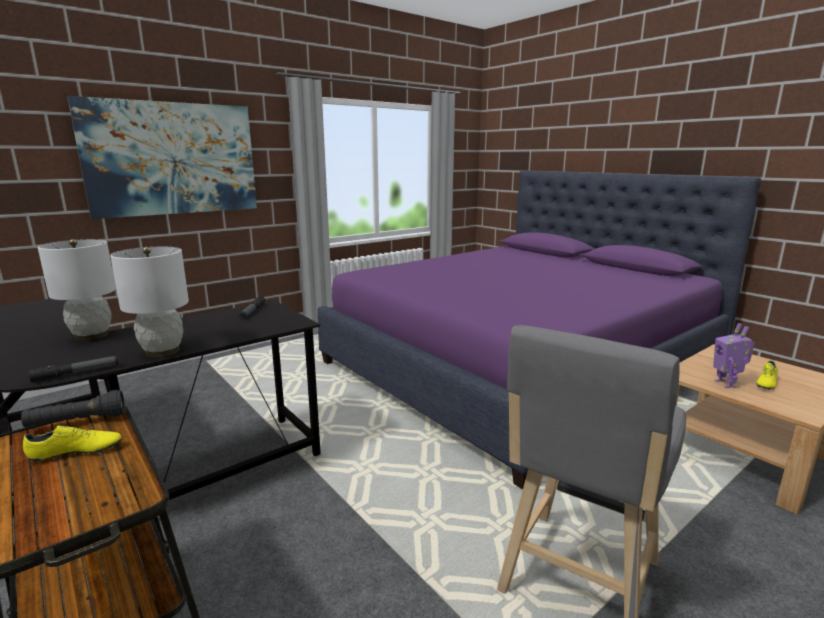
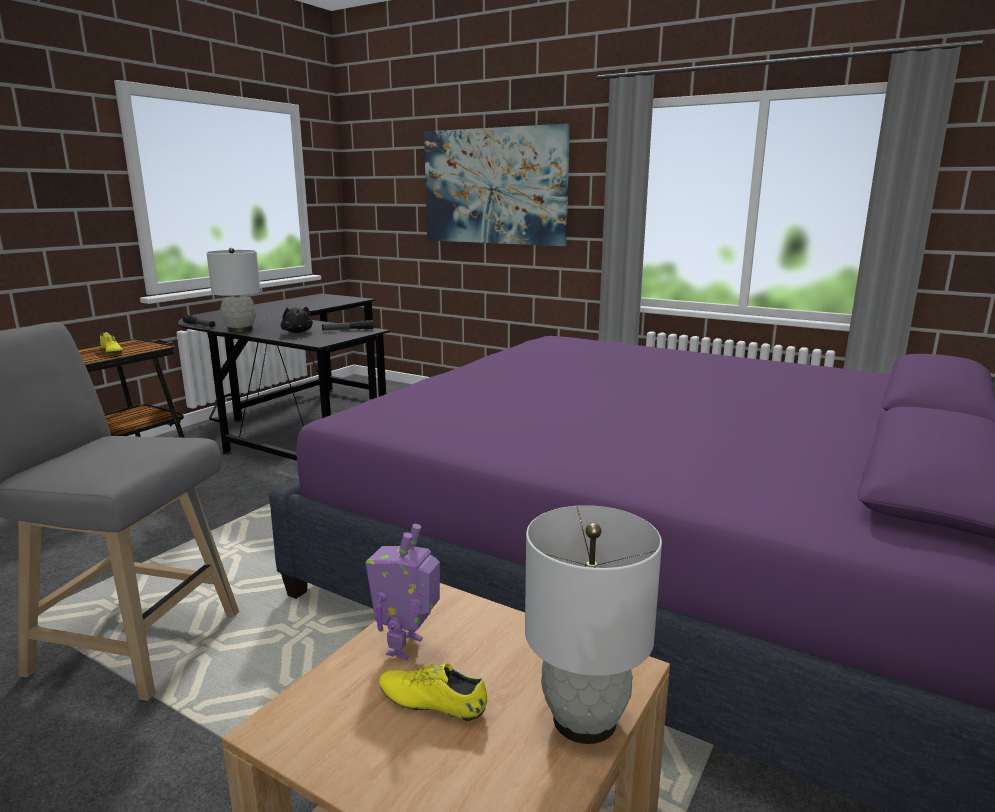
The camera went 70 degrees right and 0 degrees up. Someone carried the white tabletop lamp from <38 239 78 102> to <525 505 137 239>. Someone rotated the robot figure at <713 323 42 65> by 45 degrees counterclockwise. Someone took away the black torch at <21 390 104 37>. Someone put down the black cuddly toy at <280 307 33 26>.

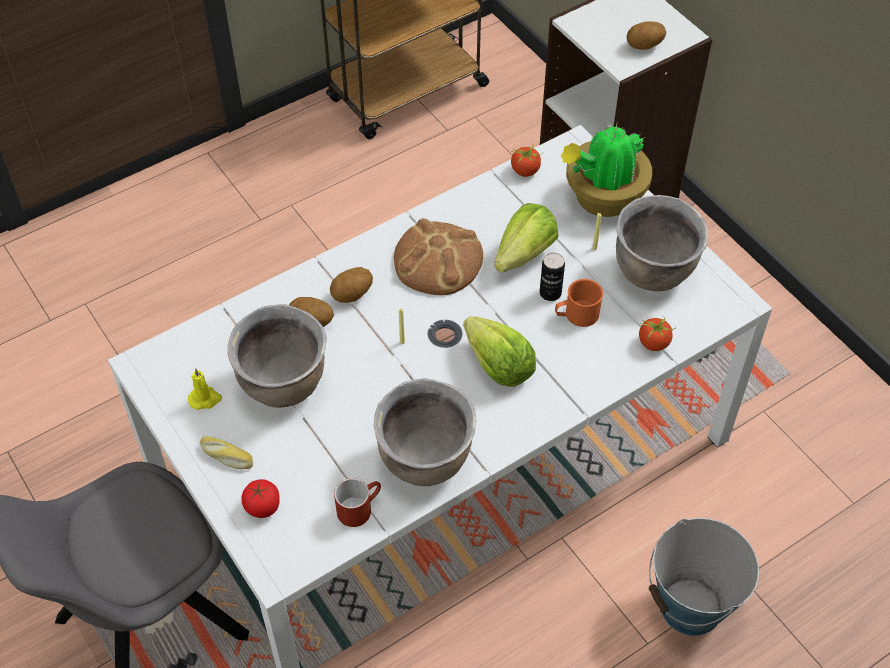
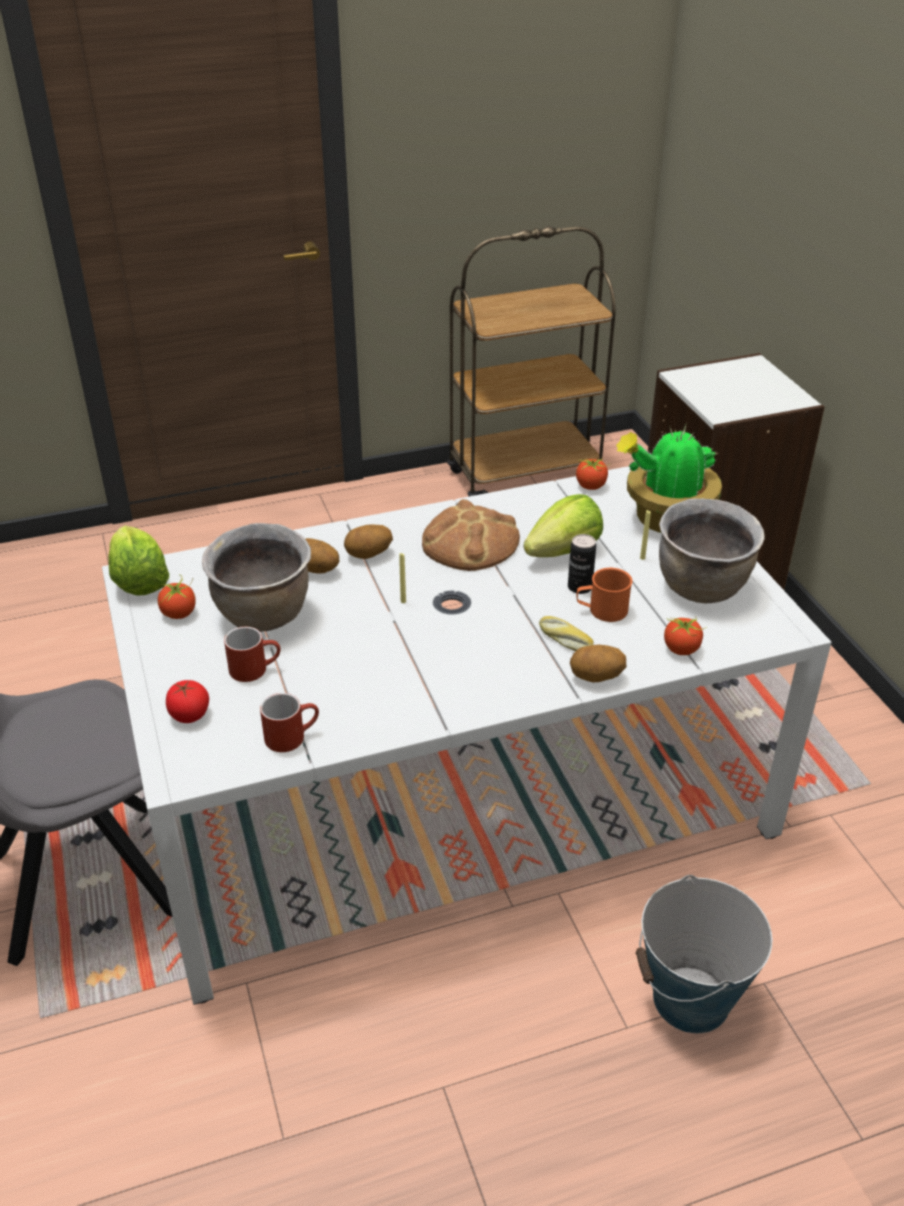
The camera went 15 degrees right and 15 degrees down. Someone carried the potato from <627 21 39 29> to <570 645 56 37>. Someone carried the lettuce from <463 316 73 71> to <108 525 61 71>. Someone swapped the yellow candle at <188 368 34 42> for the fresh tomato at <158 575 38 44>. Someone took away the brown cooking pot at <374 378 102 108>. Someone carried the bakery bread from <200 436 53 33> to <539 616 55 35>. Someone put down the red coffee mug at <224 627 57 55>.

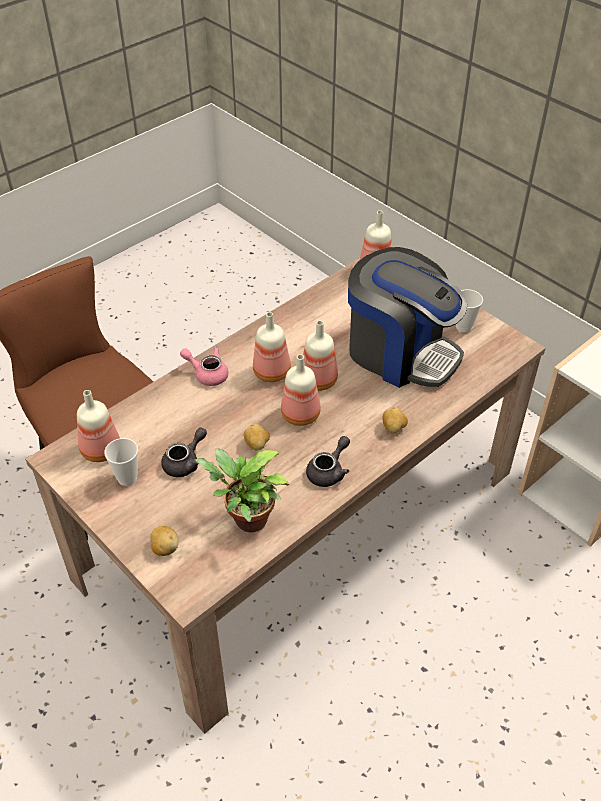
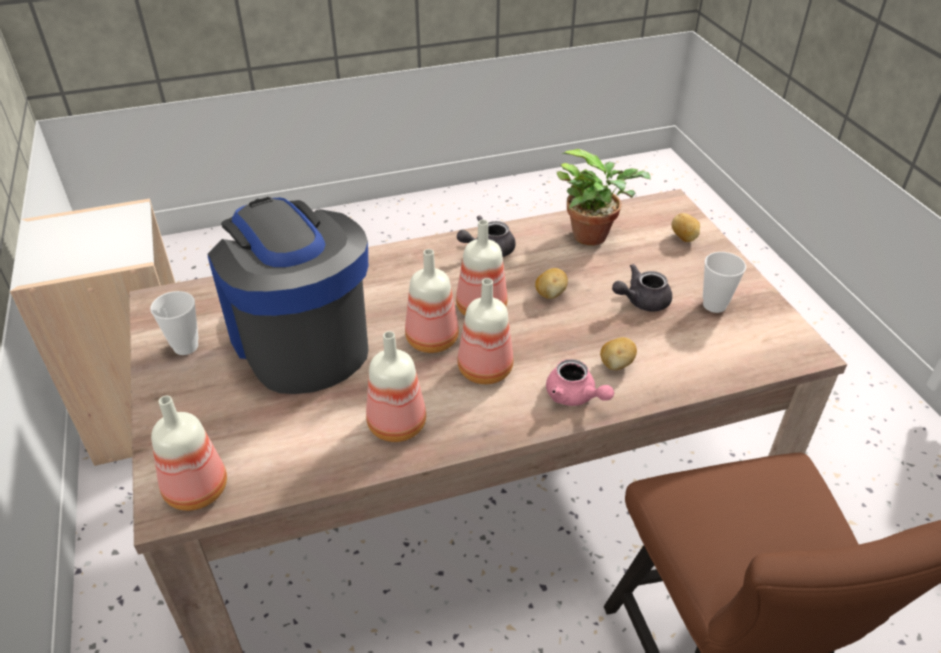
The camera went 155 degrees left and 5 degrees down. Someone carried the bottle from <77 390 43 72> to <366 331 60 111>. Someone carried the potato from <382 407 26 26> to <600 337 37 33>.

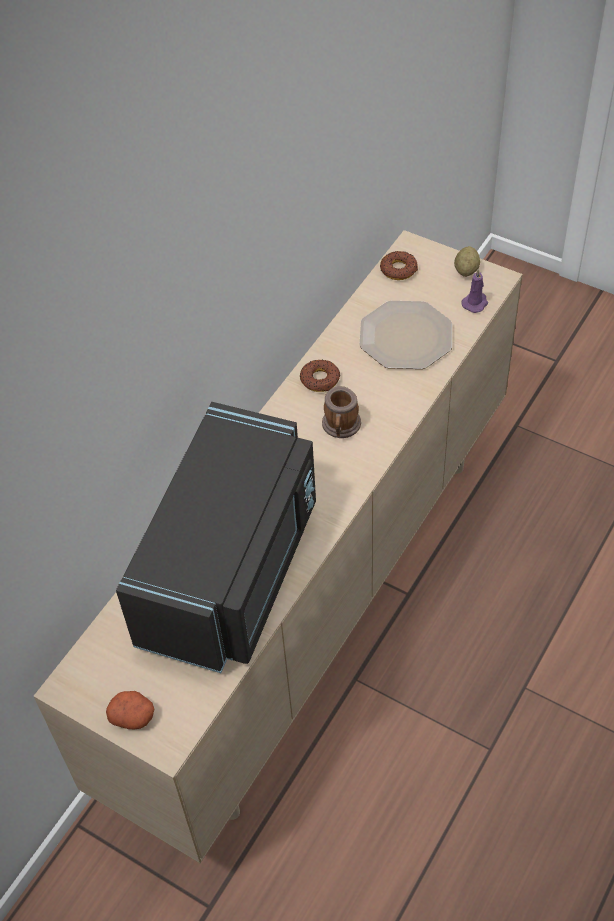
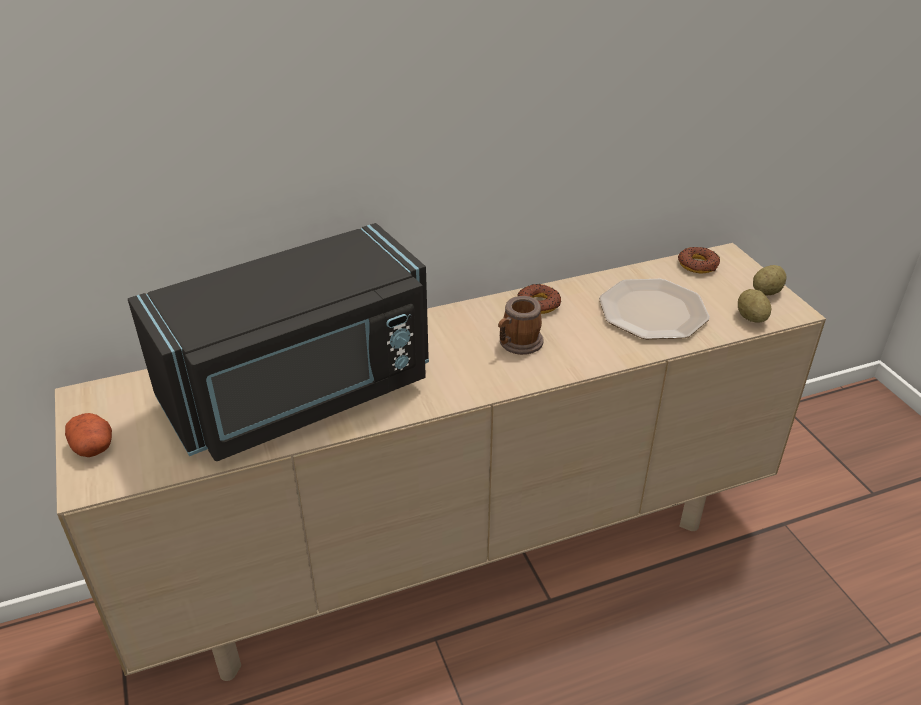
The camera went 35 degrees right and 15 degrees down. Someone swapped the purple candle at <461 269 27 44> for the potato at <738 289 33 33>.

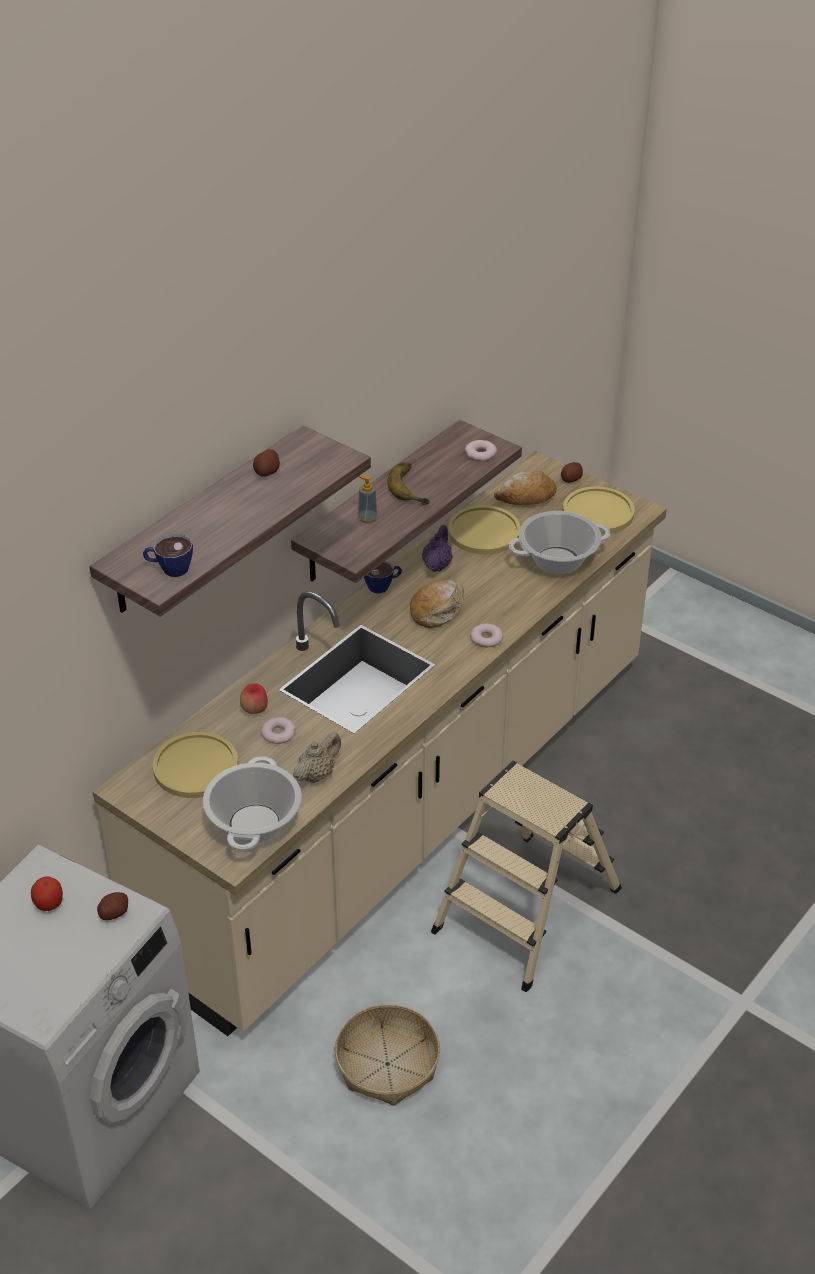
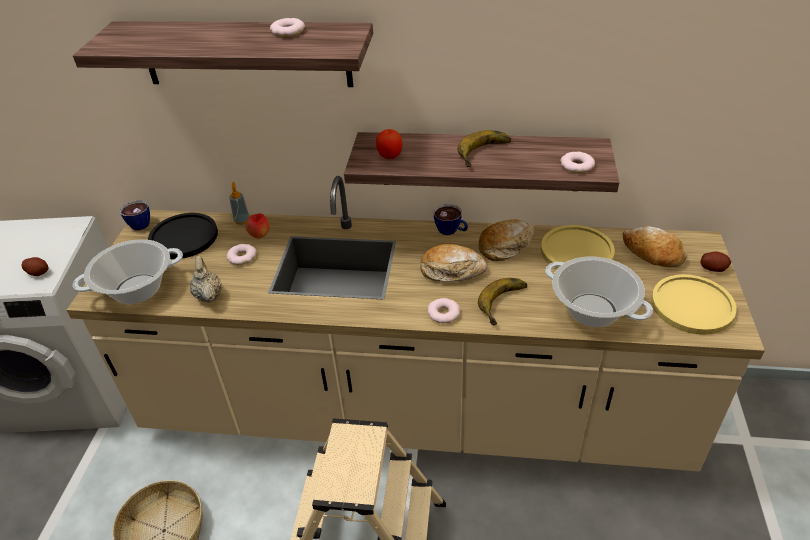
The camera went 60 degrees right and 0 degrees up. Someone swapped the potato at <253 449 27 28> for the ring doughnut at <270 18 35 19>. Someone carried the soap dispenser from <358 475 20 48> to <229 182 21 43>. Someone swapped the purple tea pot at <422 525 31 47> for the bakery bread at <479 219 55 42>. Someone carried the cup from <143 533 50 44> to <120 200 30 30>. Someone repainted the yellow dinner plate at <153 732 85 66>, which became the black dinner plate at <148 213 70 46>. Someone rotated the sand-coloured tea pot at <293 732 48 51> by 120 degrees counterclockwise. Someone carried the apple from <31 877 32 34> to <376 129 26 30>. Someone put down the banana fruit at <478 278 49 47>.

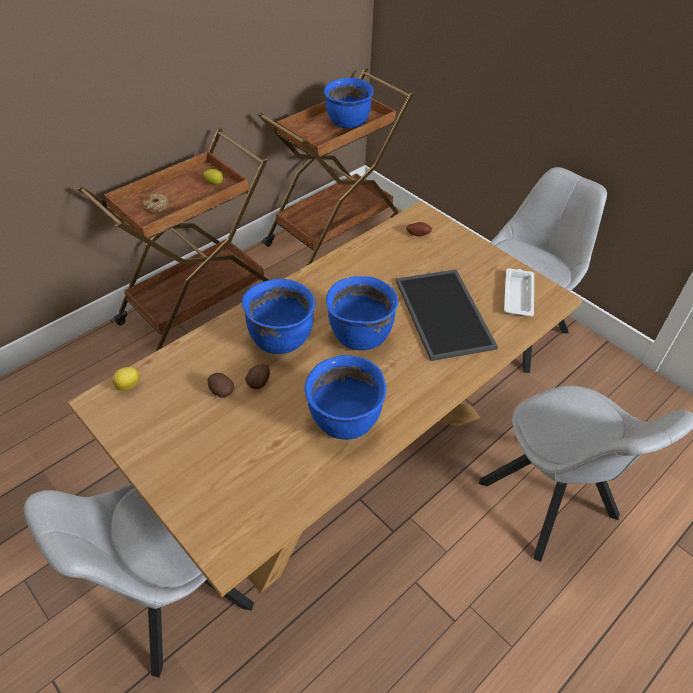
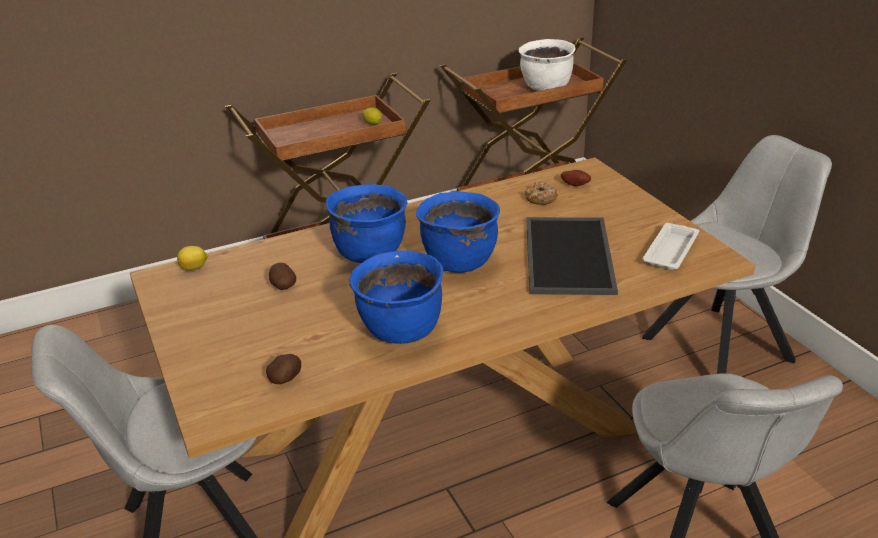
The camera went 20 degrees right and 15 degrees down. Someone repainted the bluish cooking pot at <324 78 49 50>, which became the white cooking pot at <519 39 57 52>. Someone carried the ring doughnut from <143 194 27 20> to <524 182 34 23>. Someone carried the potato from <245 364 25 25> to <266 354 35 30>.

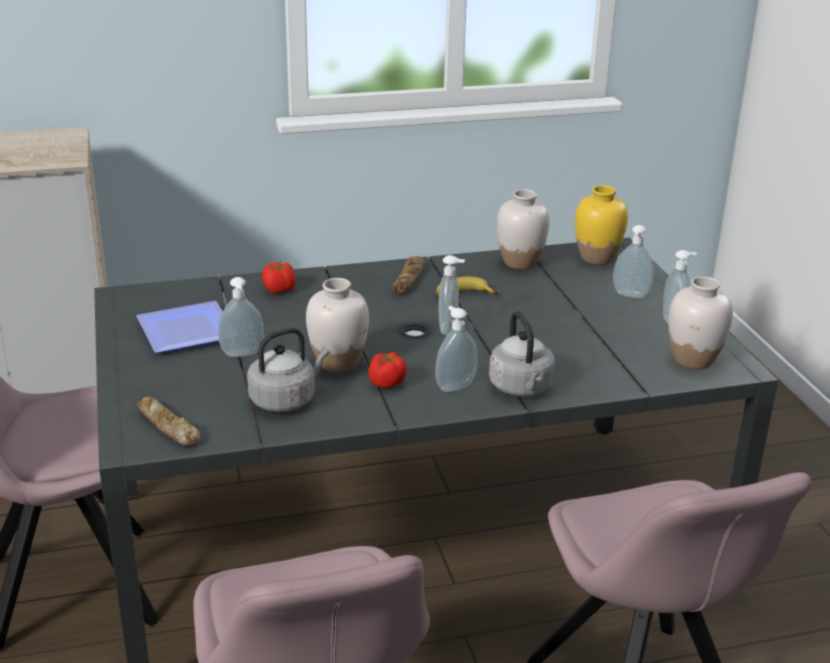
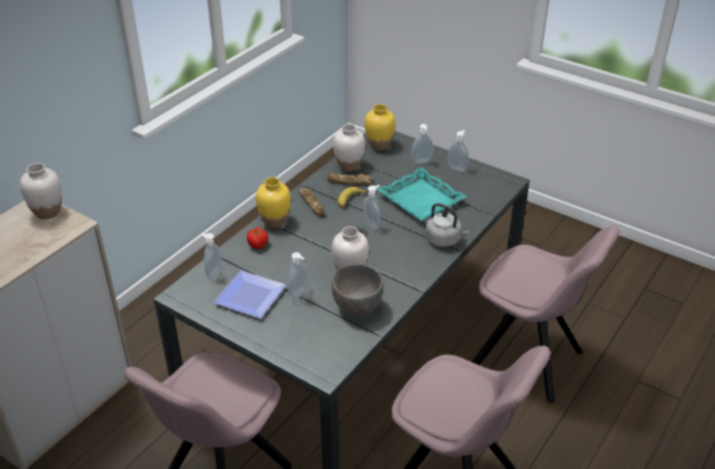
The camera went 40 degrees left and 10 degrees up. Someone carried the white vase from <668 276 65 93> to <20 163 42 56>. Someone carried the soap dispenser from <435 306 42 86> to <201 233 20 46>. Someone swapped the grey water kettle at <247 327 82 85> for the grey serving bowl at <332 264 51 52>. Someone took away the fresh tomato at <368 352 39 36>. Someone carried the bakery bread from <137 396 64 50> to <327 173 46 12>. Someone put down the turquoise-coloured serving tray at <377 167 90 54>. Someone put down the yellow vase at <256 177 35 51>.

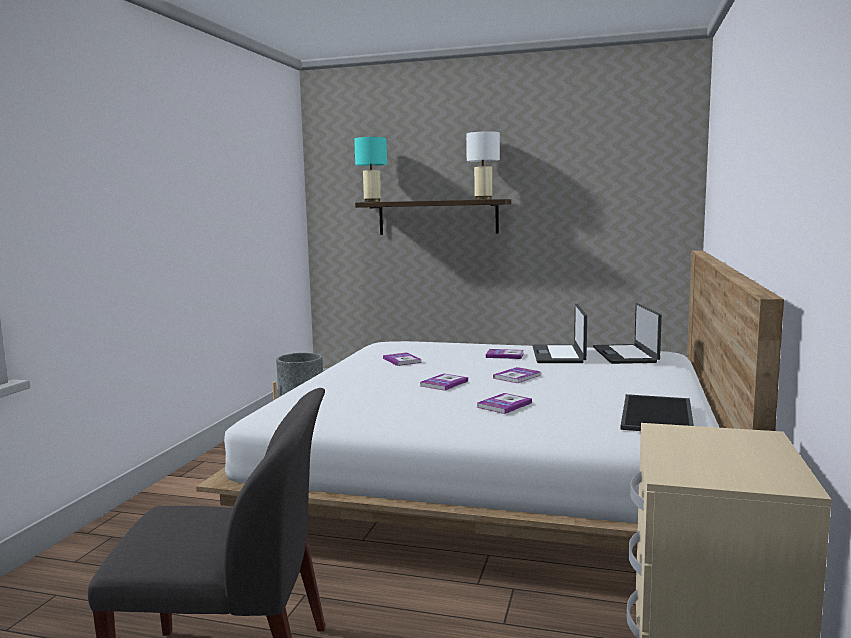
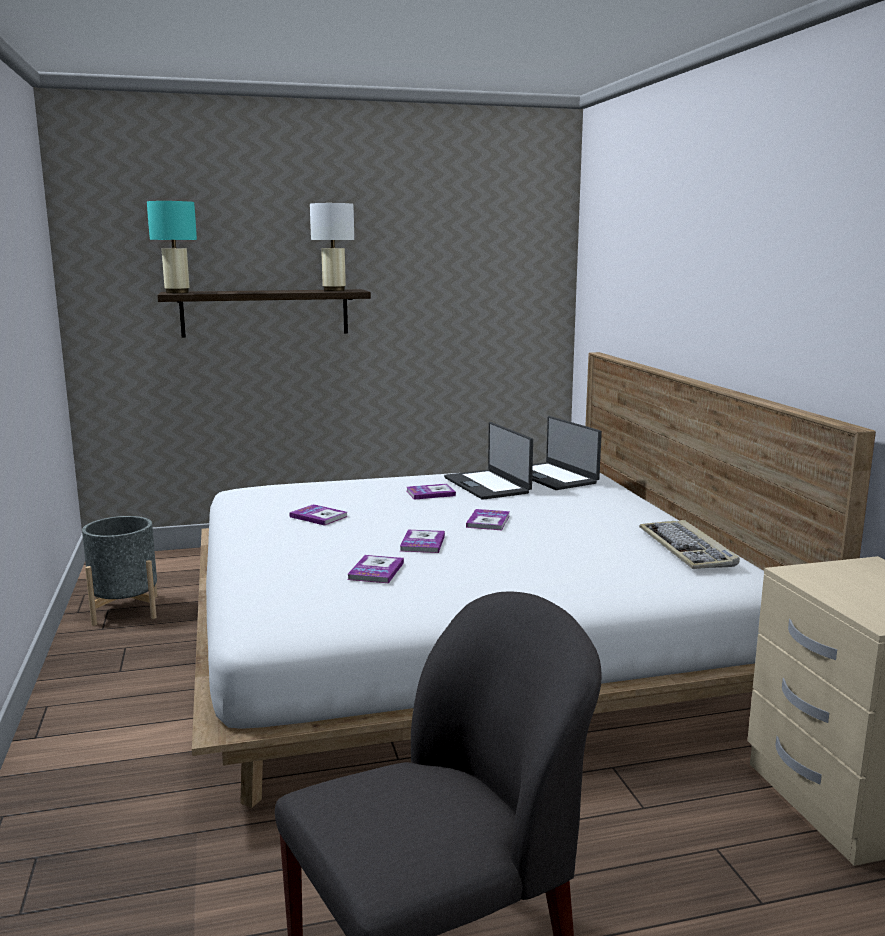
The camera went 30 degrees left and 5 degrees up. Someone carried the bound book from <477 393 55 21> to <348 555 56 28>. Someone swapped the serving tray at <621 394 73 37> for the keyboard at <639 520 101 49>.

